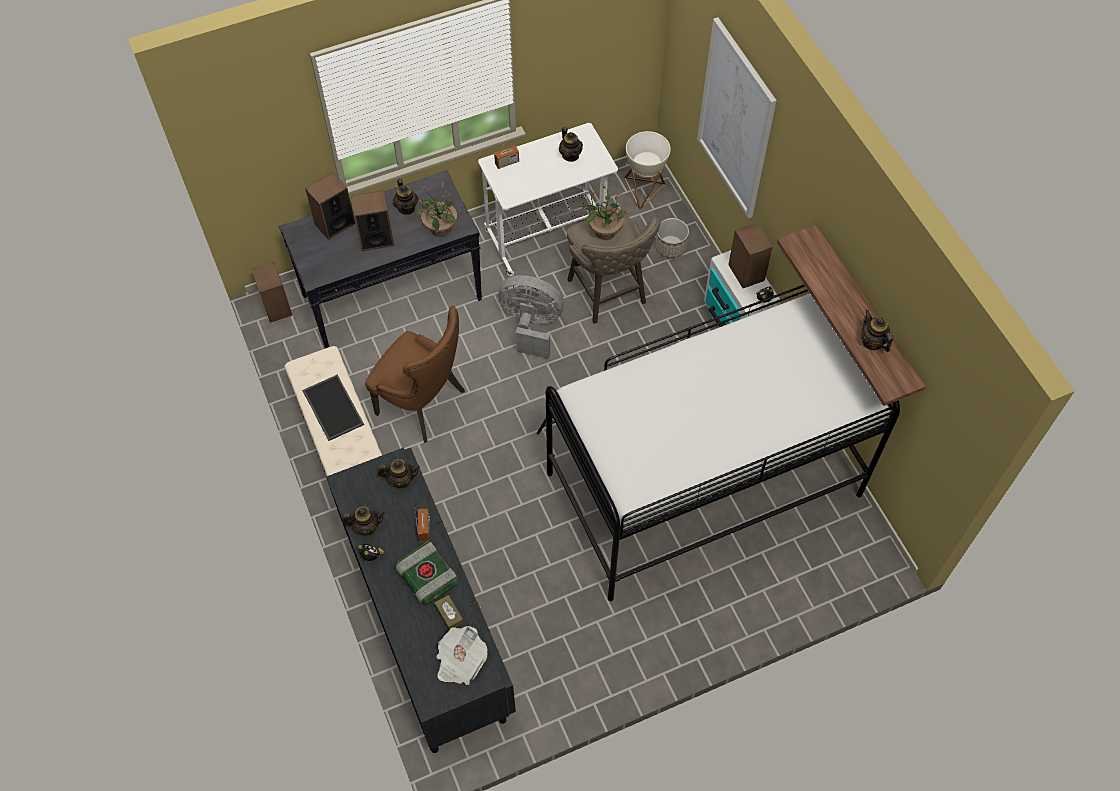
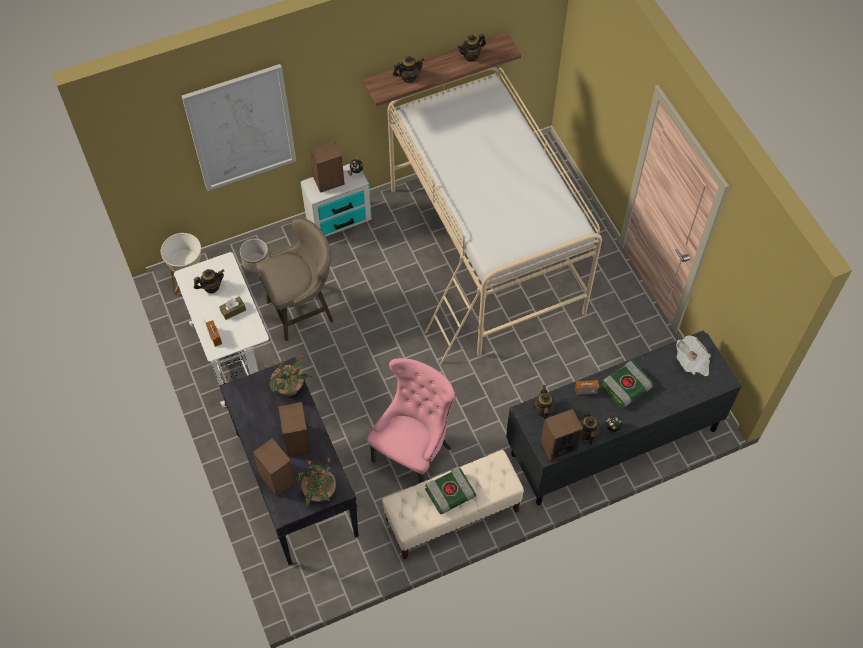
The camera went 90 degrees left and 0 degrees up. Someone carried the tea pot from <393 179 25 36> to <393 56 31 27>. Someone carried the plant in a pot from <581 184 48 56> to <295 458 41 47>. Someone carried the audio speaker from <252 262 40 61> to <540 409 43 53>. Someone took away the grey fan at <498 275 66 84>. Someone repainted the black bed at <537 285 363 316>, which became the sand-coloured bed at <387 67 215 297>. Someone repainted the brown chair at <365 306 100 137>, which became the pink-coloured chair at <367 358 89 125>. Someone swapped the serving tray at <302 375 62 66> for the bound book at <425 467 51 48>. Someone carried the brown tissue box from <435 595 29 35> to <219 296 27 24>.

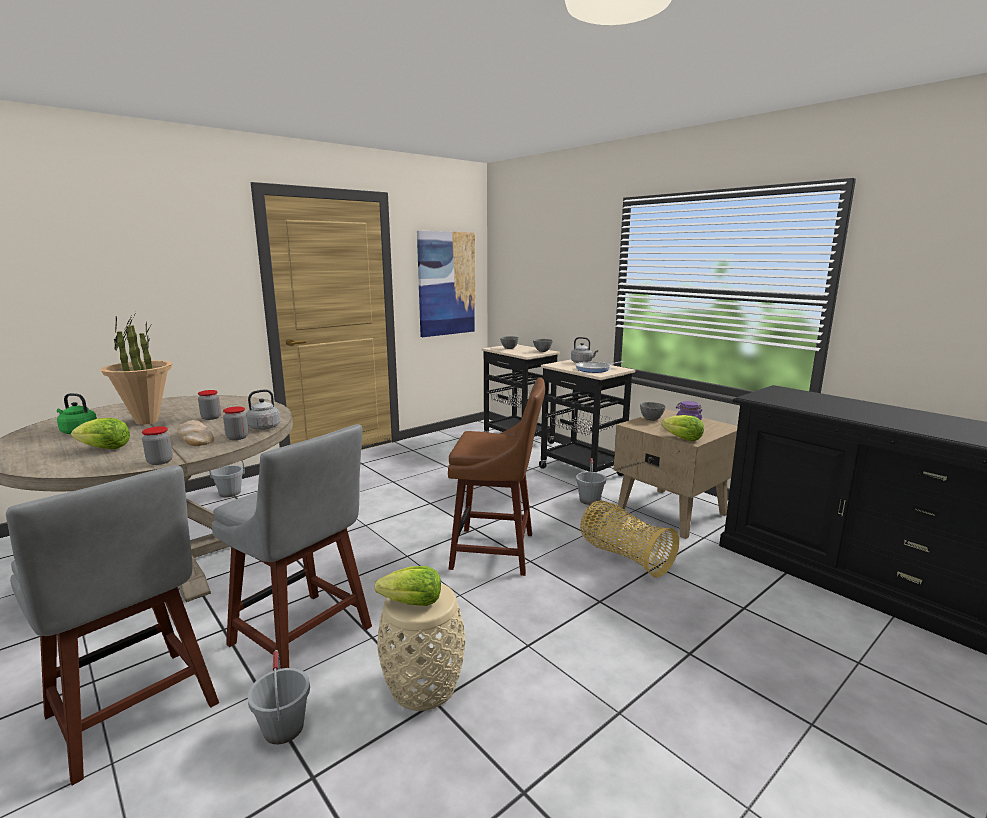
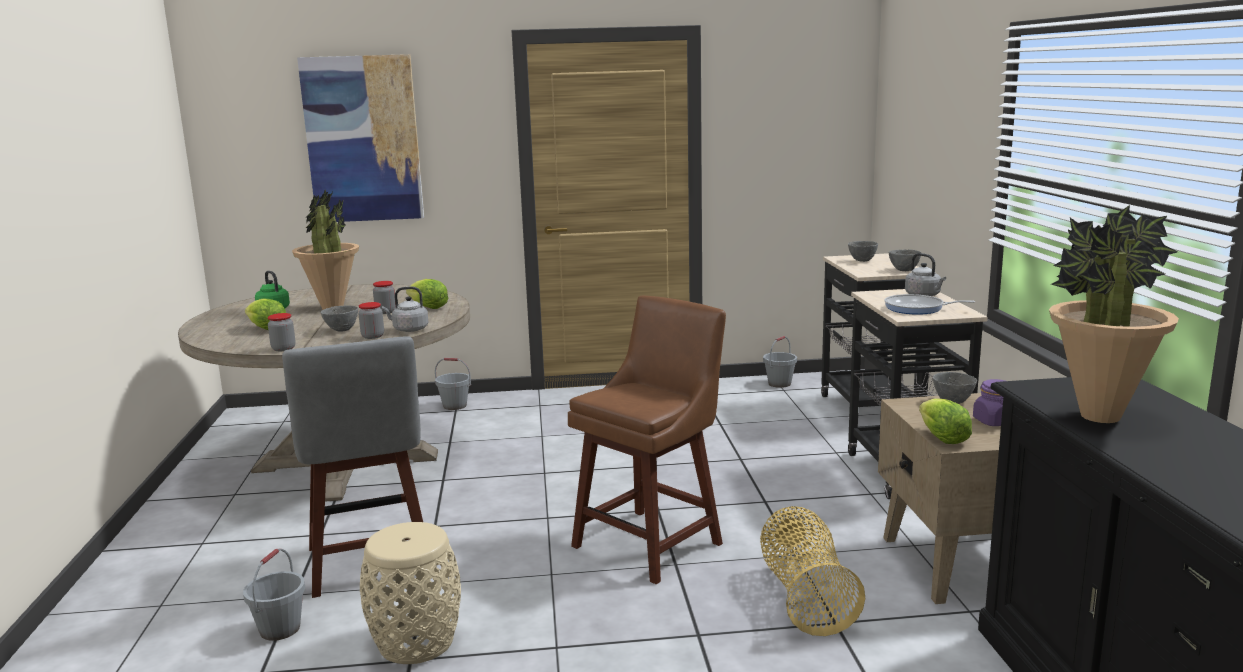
The camera went 35 degrees right and 0 degrees up. Someone carried the picture from <417 231 59 106> to <297 54 127 168>. Someone rotated the brown chair at <448 377 97 199> by 90 degrees counterclockwise. Someone swapped the bakery bread at <177 420 37 26> for the grey serving bowl at <321 305 37 27>. Someone carried the grey water bucket from <576 458 30 47> to <763 336 34 52>. Someone took away the grey chair at <6 465 213 321>. Someone carried the lettuce from <375 566 66 40> to <406 279 42 30>. Someone put down the plant in a pot at <1049 205 130 218>.

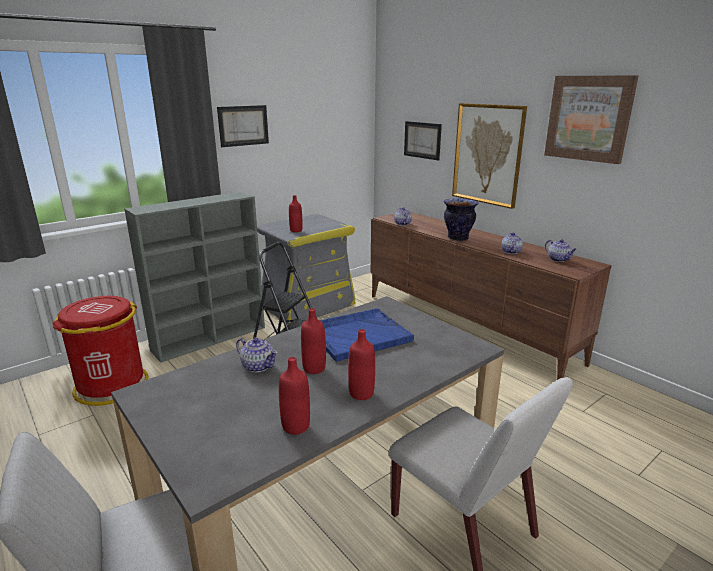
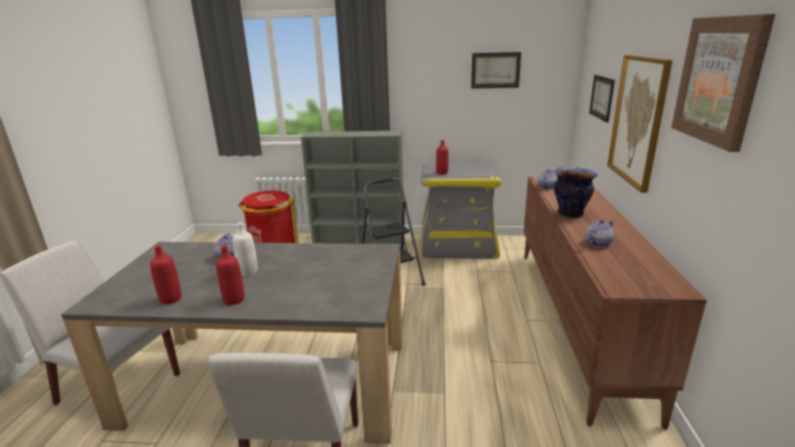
The camera went 45 degrees right and 0 degrees up. Someone carried the picture from <217 105 52 42> to <471 52 50 37>. Someone took away the tea pot at <545 239 32 23>. Someone repainted the red bottle at <301 308 25 66>, which became the white bottle at <233 223 25 53>. Someone took away the bluish serving tray at <320 308 94 54>.

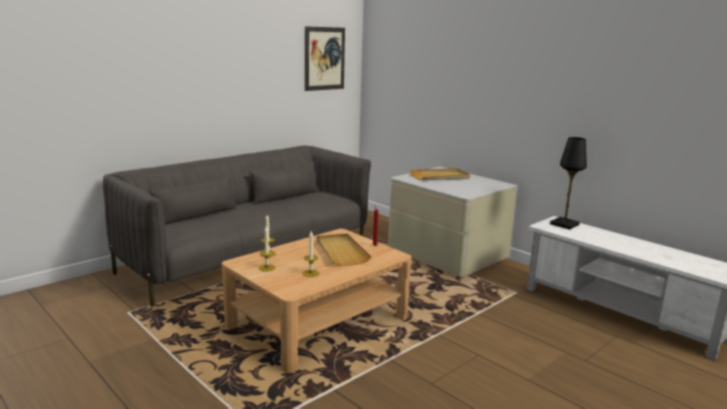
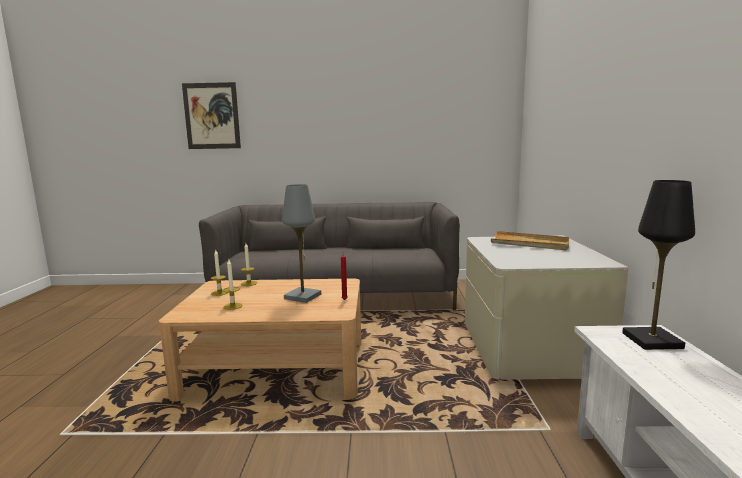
The camera went 45 degrees right and 5 degrees down. Someone carried the picture from <305 26 40 65> to <182 82 59 67>. Someone swapped the sand-coloured serving tray at <316 234 55 32> for the grey tabletop lamp at <282 184 39 119>.

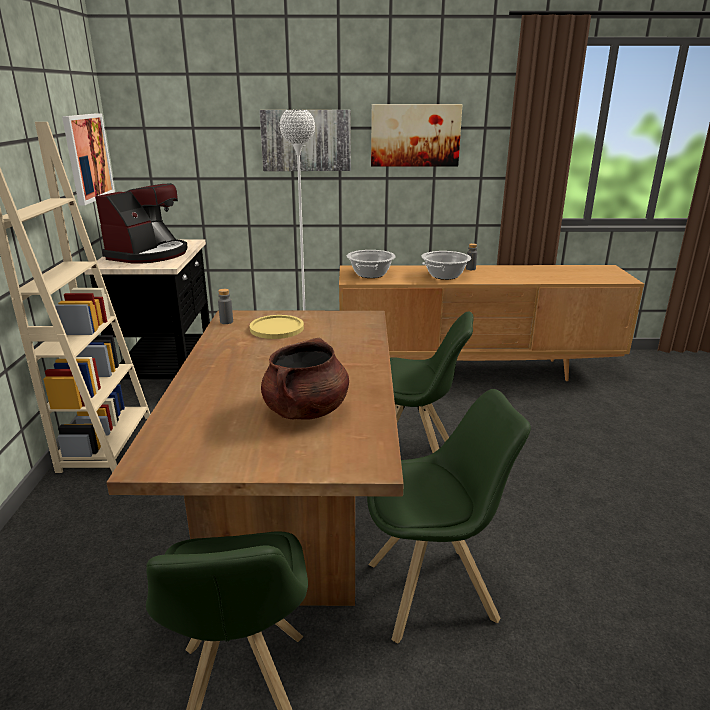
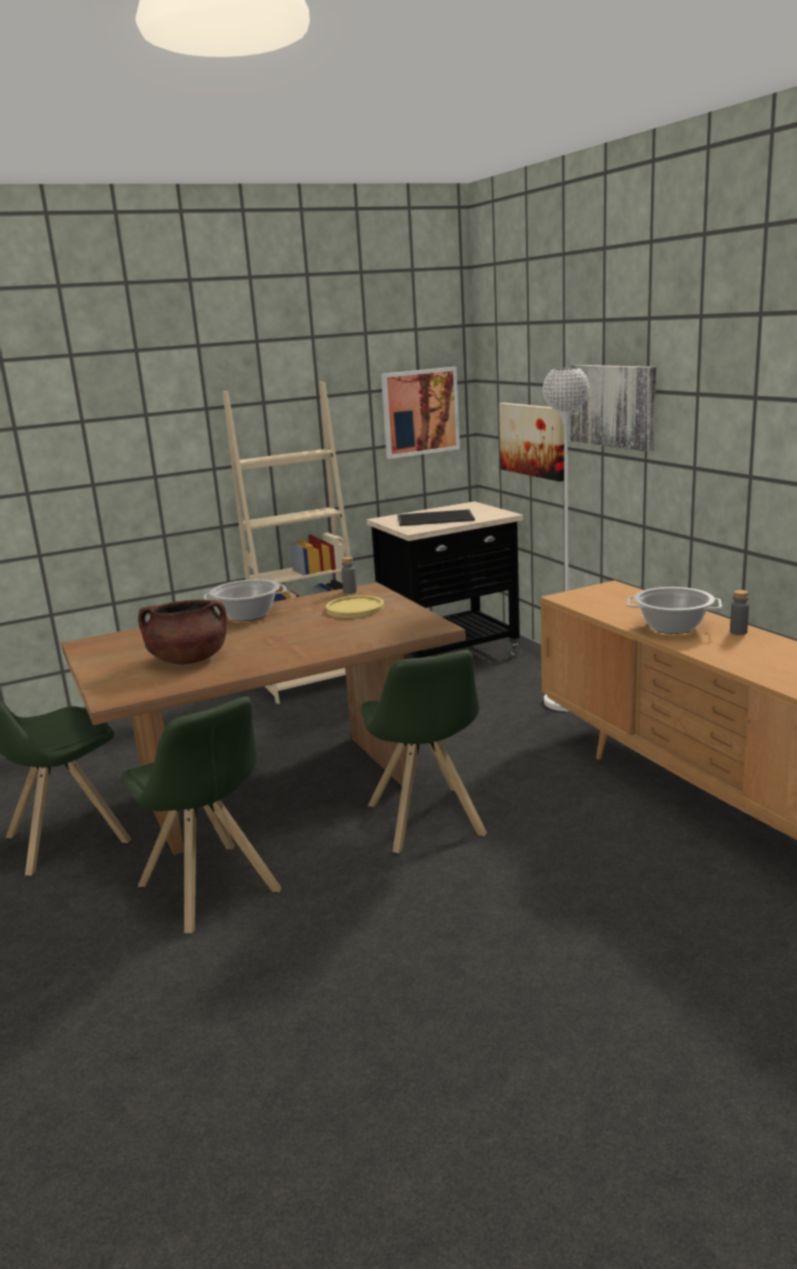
The camera went 65 degrees right and 5 degrees down. Someone carried the picture from <371 104 91 63> to <499 403 65 79>. Someone swapped the coffee brewer at <95 183 93 80> for the serving tray at <397 509 78 17>. Someone carried the cooking pot from <347 250 49 28> to <204 579 83 42>.

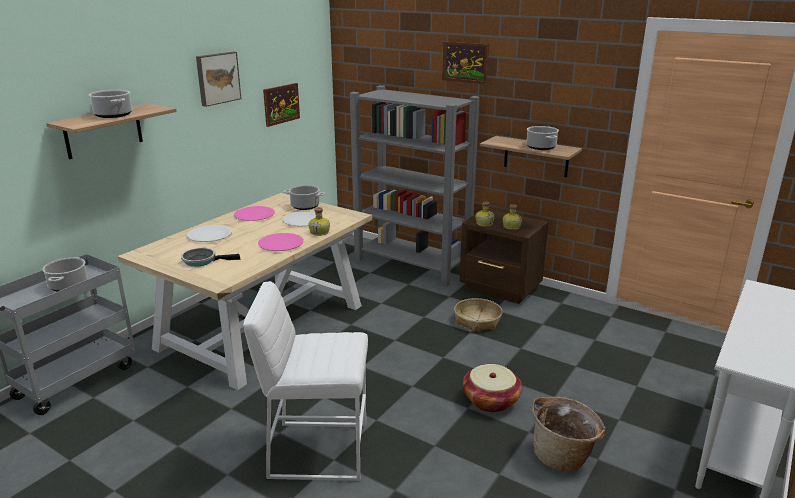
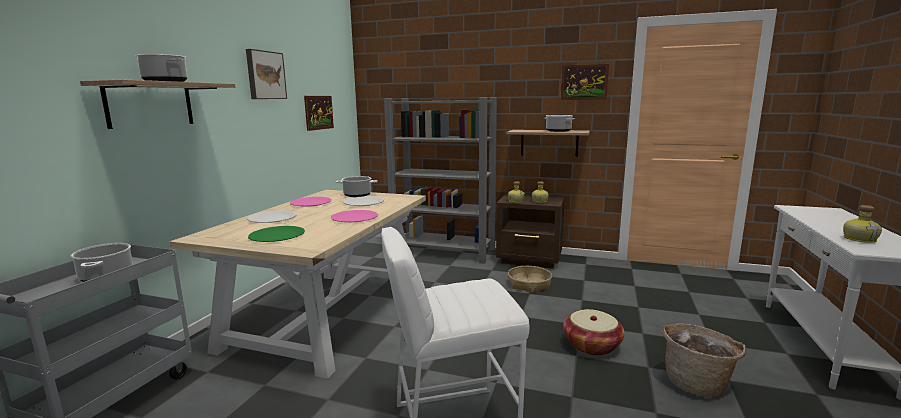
The camera went 15 degrees left and 10 degrees down. Someone carried the picture from <442 41 47 44> to <560 64 49 36>. Someone carried the bottle from <309 207 21 29> to <843 205 39 38>. Someone swapped the pan at <181 248 59 19> for the greenish dinner plate at <248 226 57 16>.

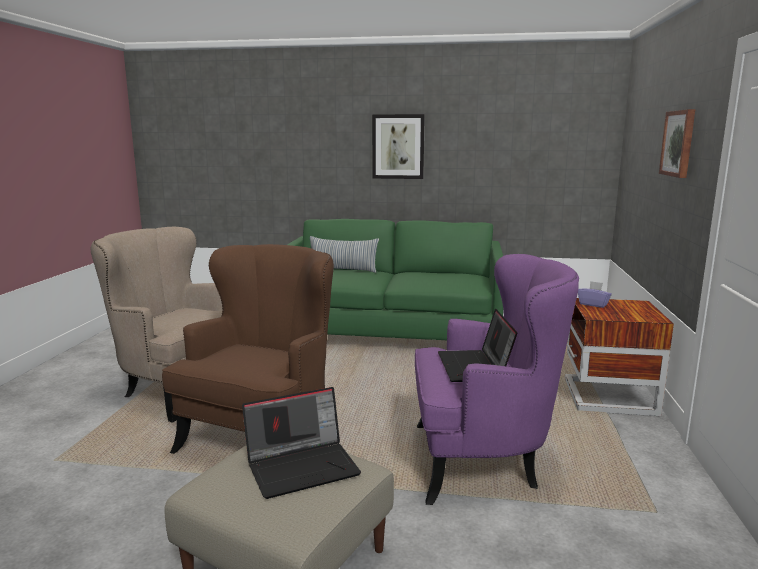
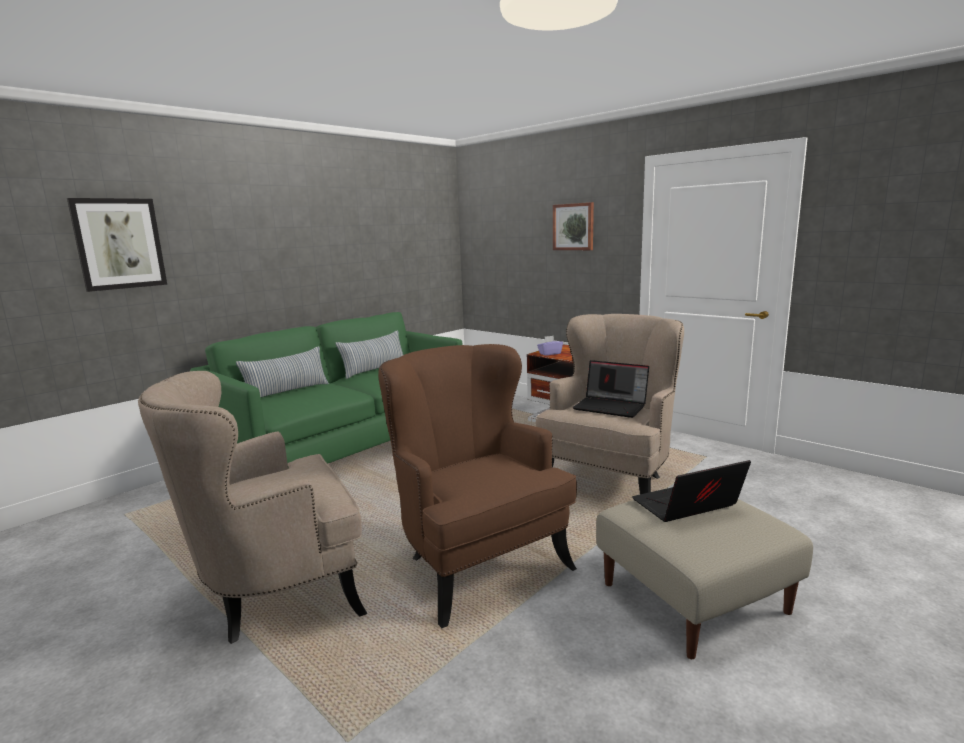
The camera went 55 degrees left and 0 degrees up. Someone carried the picture from <372 114 53 65> to <67 198 100 94>. Someone repainted the purple armchair at <415 254 164 251>, which became the sand-coloured armchair at <536 314 148 180>. Someone rotated the portable computer at <242 387 119 112> by 120 degrees counterclockwise. Someone put down the throw pillow at <335 330 68 49>.

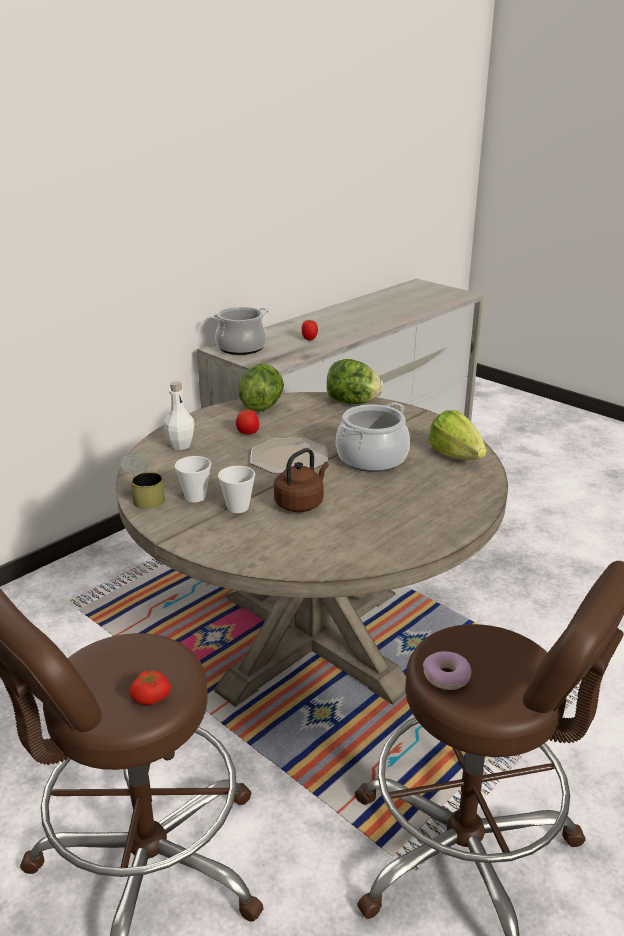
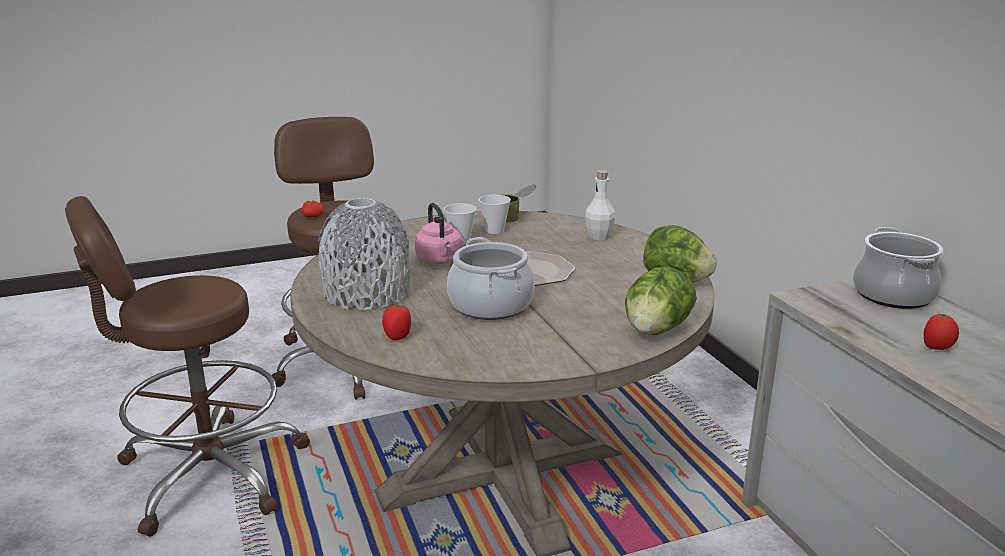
The camera went 115 degrees right and 5 degrees down. Someone carried the fresh tomato from <236 409 23 25> to <382 305 29 35>. Someone took away the lettuce at <429 410 58 50>. Someone repainted the brown water kettle at <274 448 55 64>, which became the pink-coloured water kettle at <415 203 47 61>. Someone took away the ring doughnut at <423 651 49 39>. Someone put down the grey vase at <318 198 92 112>.

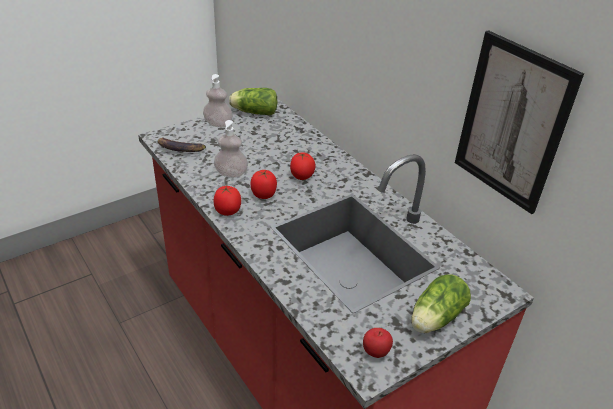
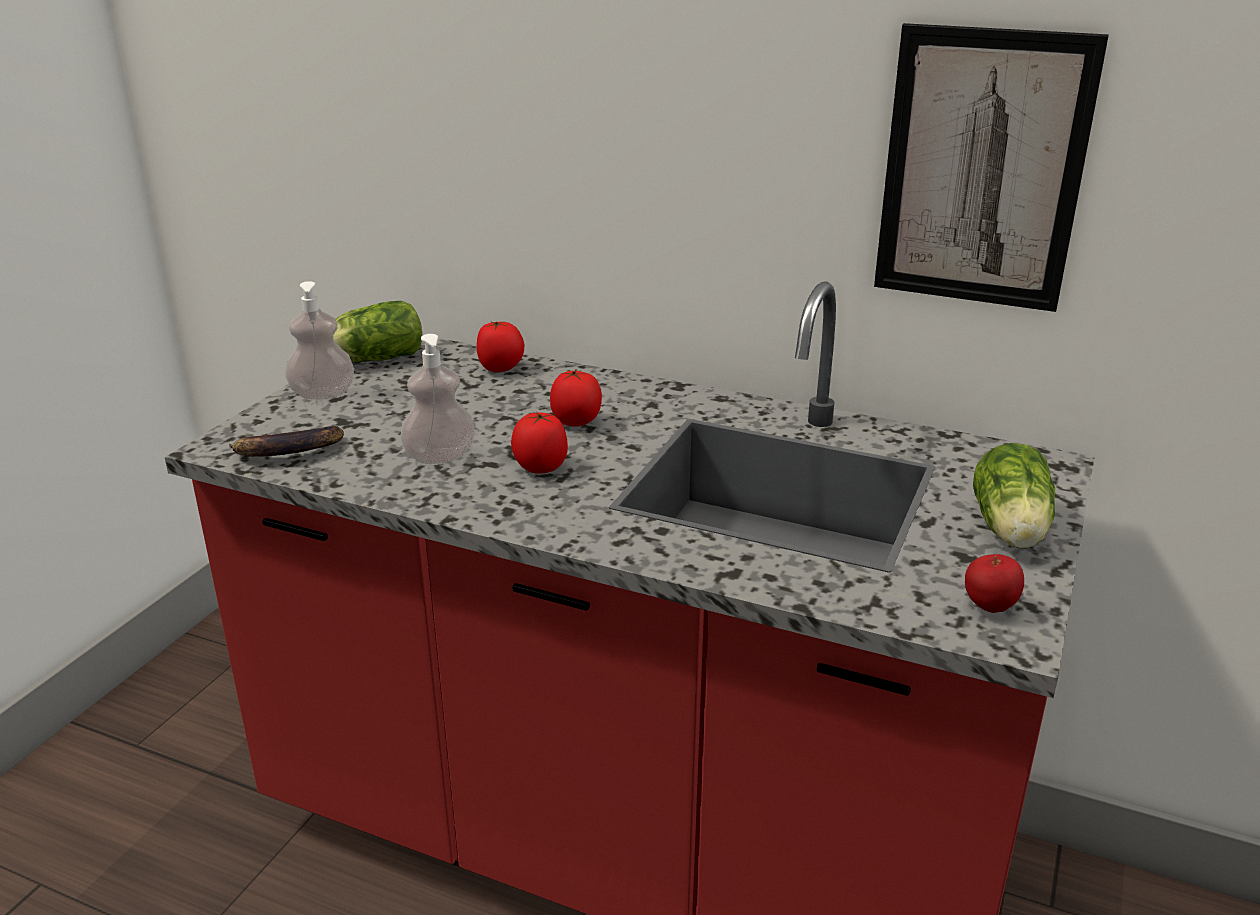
The camera went 30 degrees left and 10 degrees down. Someone carried the fresh tomato from <214 186 27 30> to <476 321 48 52>.

